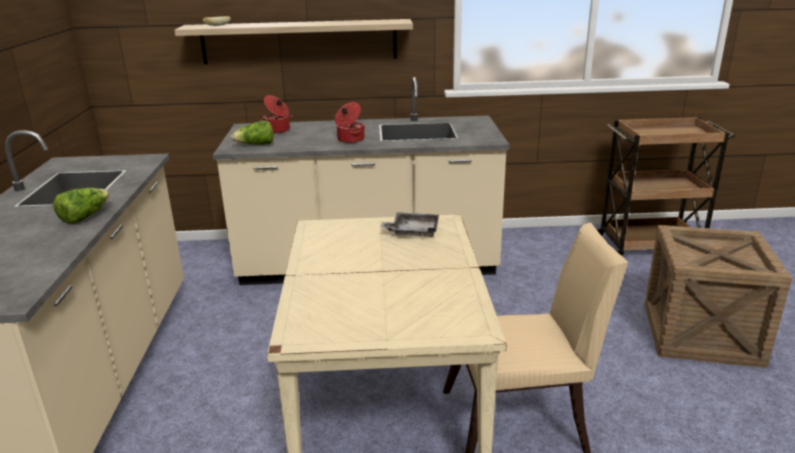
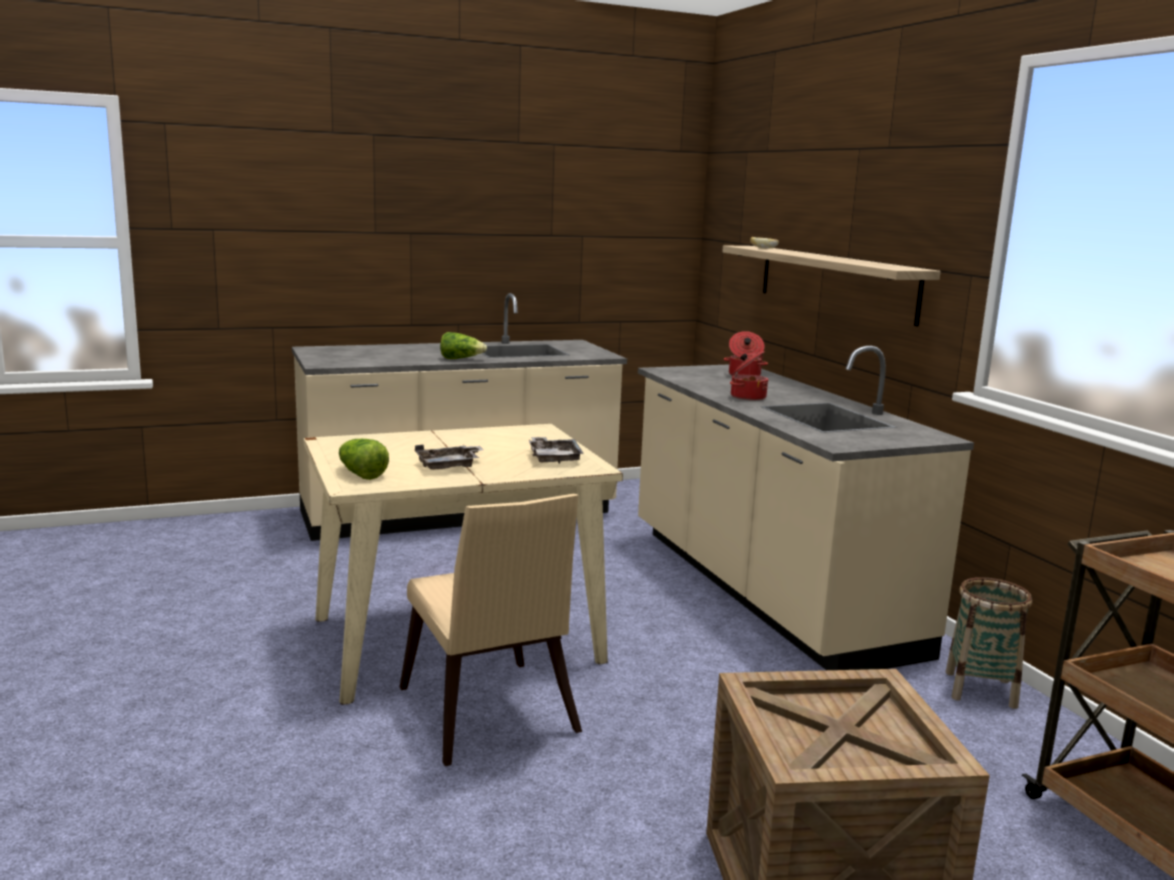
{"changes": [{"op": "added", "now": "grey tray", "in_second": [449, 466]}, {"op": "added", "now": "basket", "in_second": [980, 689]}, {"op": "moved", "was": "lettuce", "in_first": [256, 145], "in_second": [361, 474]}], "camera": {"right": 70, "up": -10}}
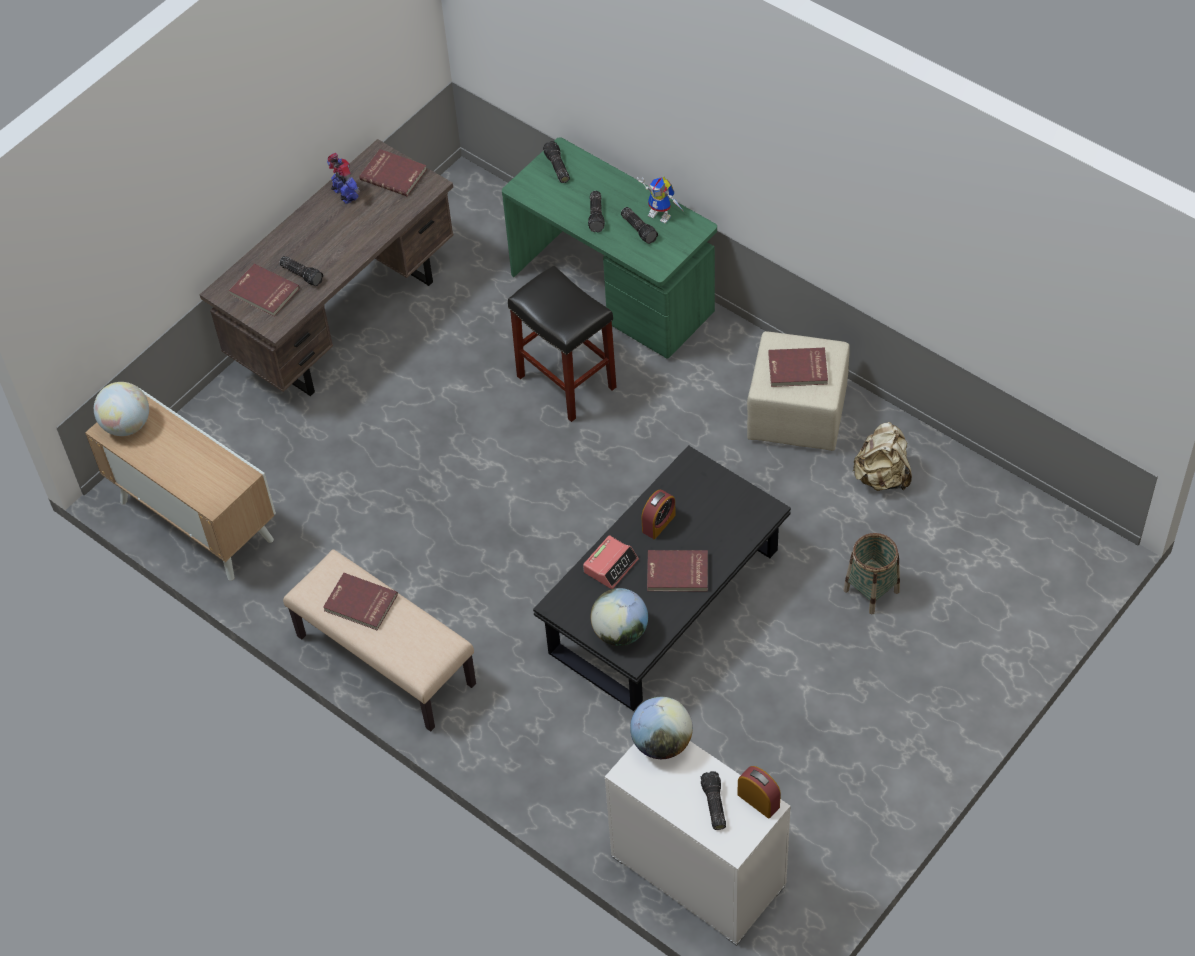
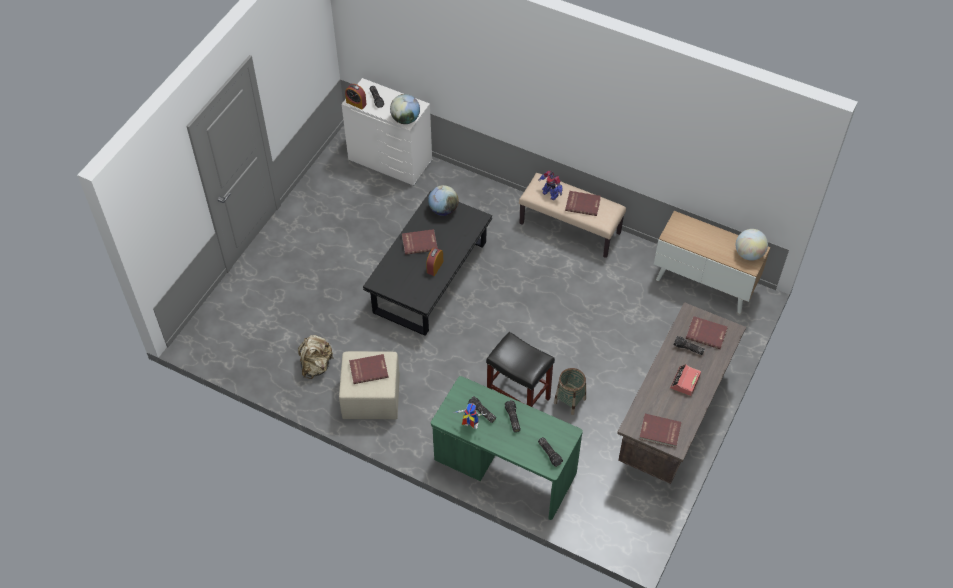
{"changes": [{"op": "moved", "was": "toy robot", "in_first": [345, 194], "in_second": [550, 194]}, {"op": "moved", "was": "alarm clock", "in_first": [611, 566], "in_second": [685, 382]}, {"op": "moved", "was": "basket", "in_first": [871, 591], "in_second": [569, 401]}], "camera": {"right": 165, "up": 0}}
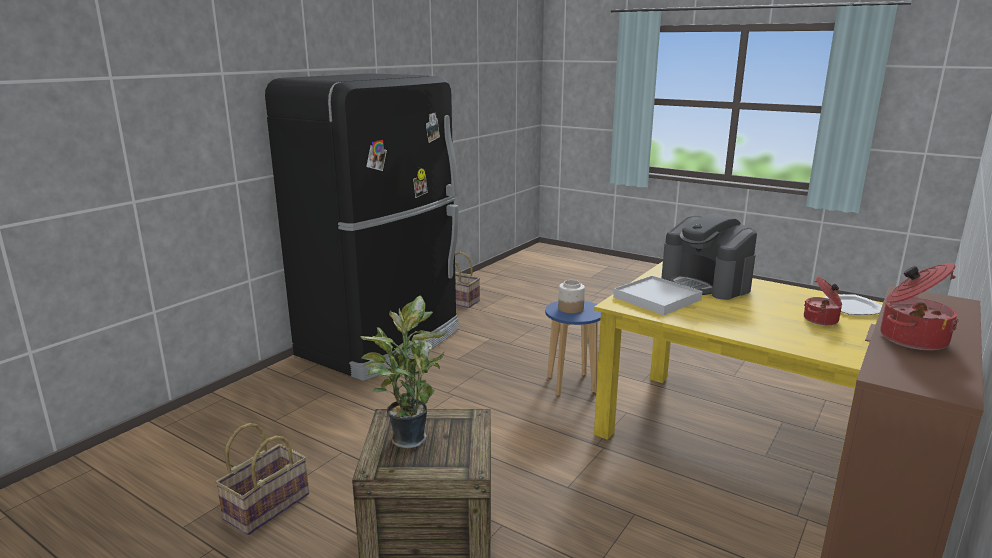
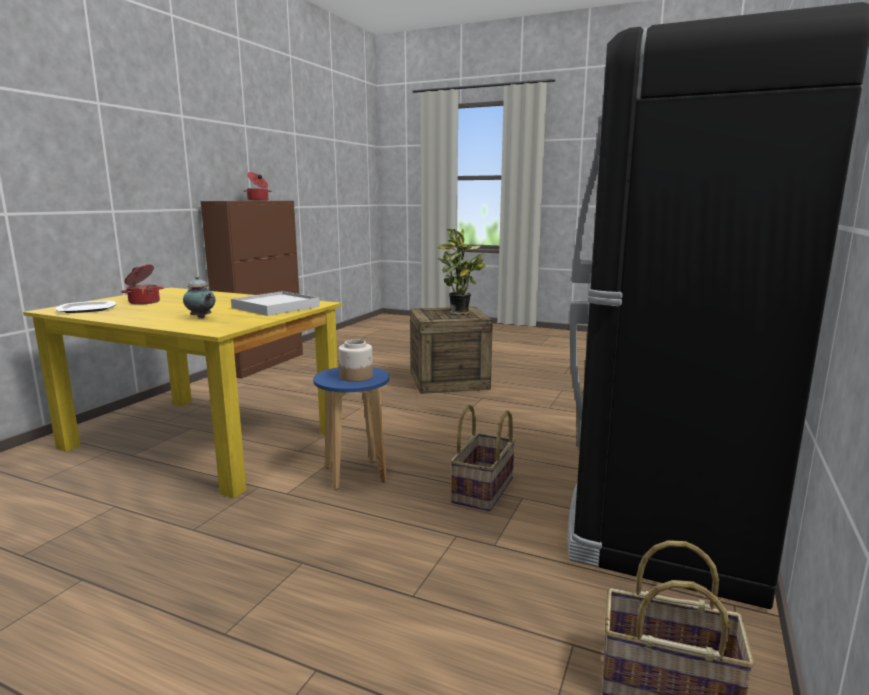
{"changes": [{"op": "moved", "was": "basket", "in_first": [266, 506], "in_second": [484, 490]}, {"op": "replaced", "was": "coffee machine", "now": "teapot", "in_first": [706, 283], "in_second": [201, 318]}], "camera": {"right": 170, "up": -5}}
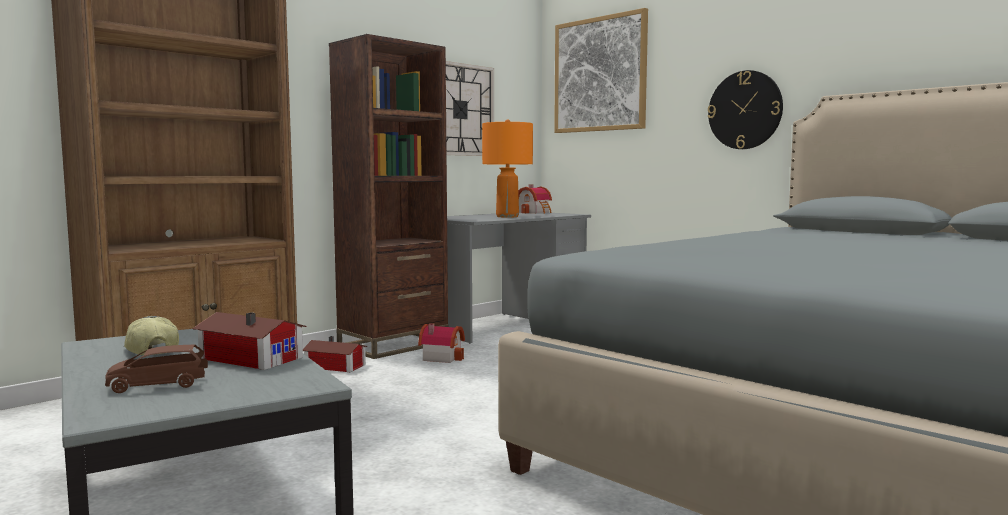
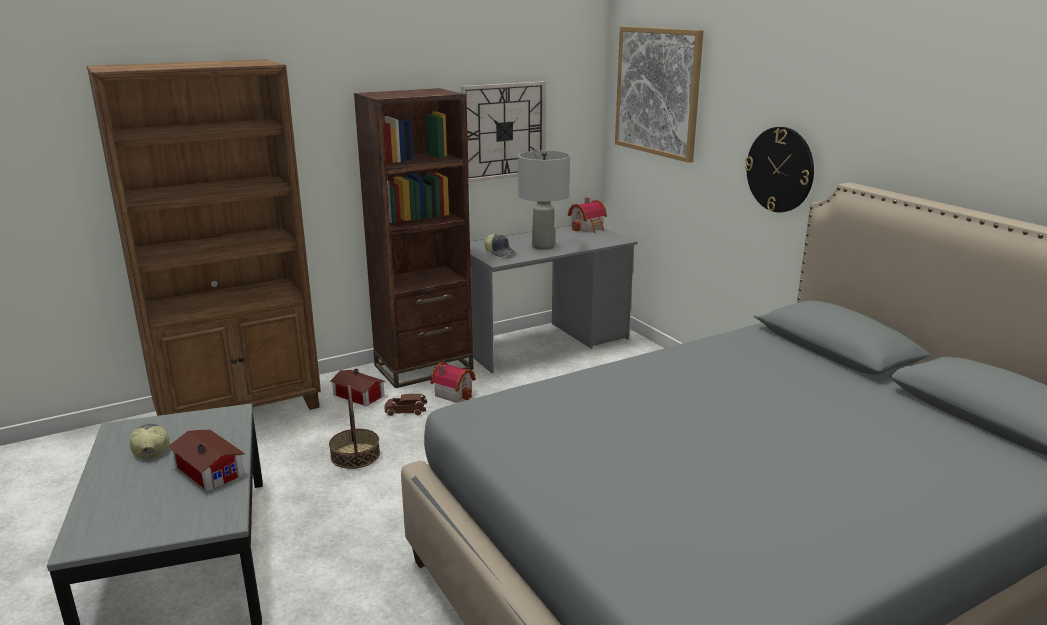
{"changes": [{"op": "added", "now": "basket", "in_second": [355, 455]}, {"op": "added", "now": "cap", "in_second": [500, 252]}, {"op": "moved", "was": "brown toy car", "in_first": [158, 385], "in_second": [405, 411]}, {"op": "recoloured", "was": "orange table lamp", "now": "grey table lamp", "in_first": [507, 216], "in_second": [542, 246]}], "camera": {"right": 15, "up": 15}}
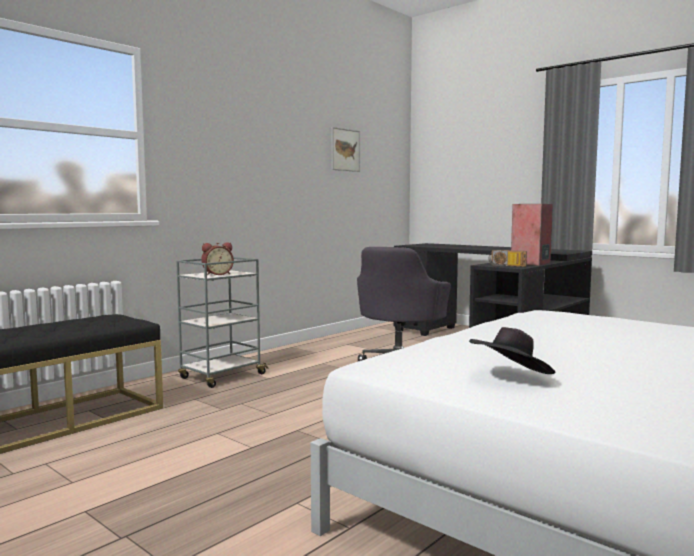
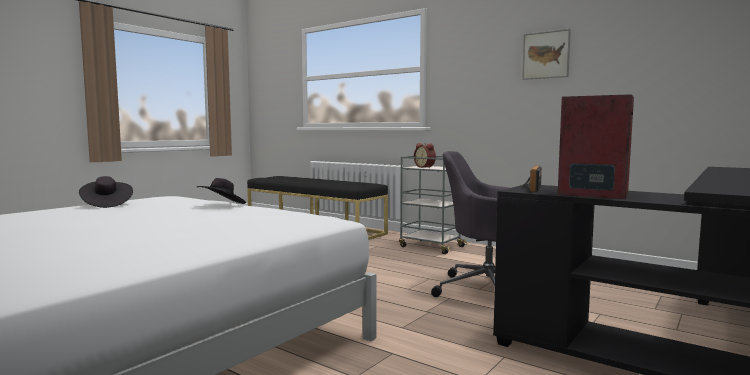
{"changes": [{"op": "added", "now": "black hat", "in_second": [222, 205]}, {"op": "moved", "was": "picture", "in_first": [345, 150], "in_second": [546, 55]}], "camera": {"right": 85, "up": 0}}
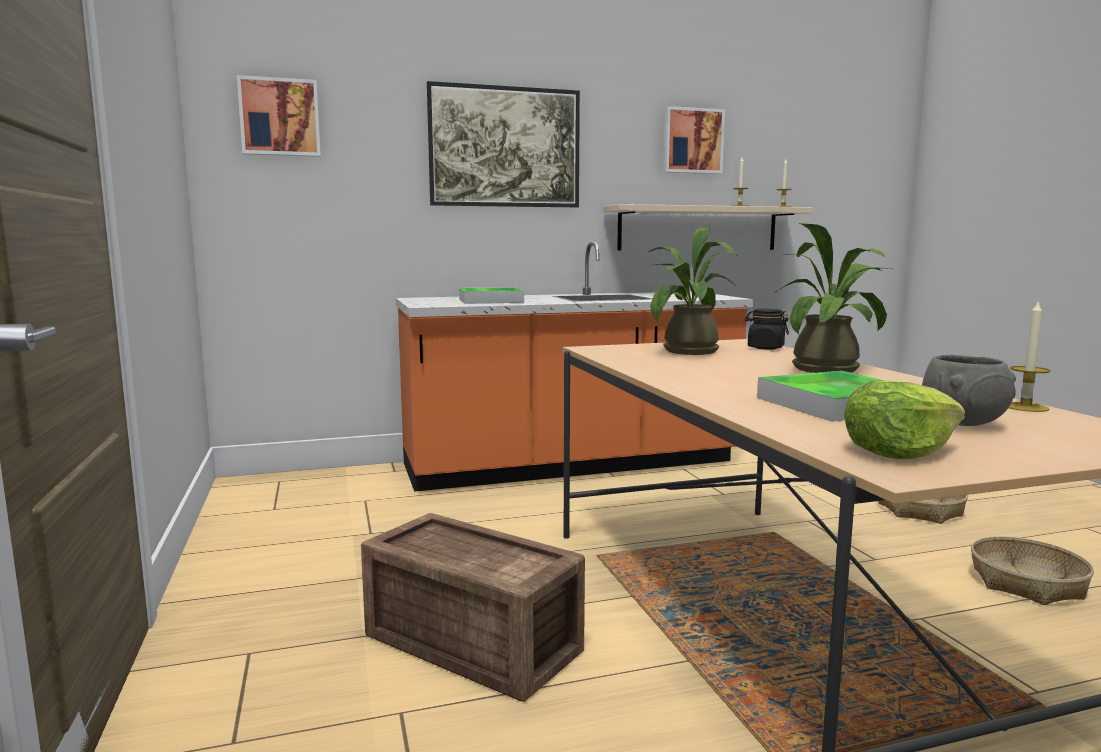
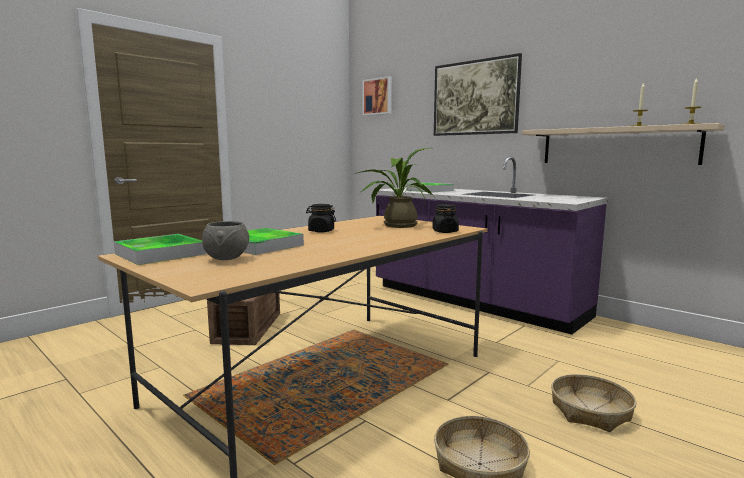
{"changes": [{"op": "removed", "was": "picture", "in_first": [692, 141]}, {"op": "removed", "was": "potted plant", "in_first": [832, 369]}, {"op": "removed", "was": "candle", "in_first": [1025, 407]}, {"op": "added", "now": "black jar", "in_second": [321, 231]}, {"op": "replaced", "was": "lettuce", "now": "tray", "in_first": [898, 451], "in_second": [160, 254]}, {"op": "recoloured", "was": "orange counter", "now": "purple counter", "in_first": [571, 465], "in_second": [474, 301]}], "camera": {"right": 60, "up": 0}}
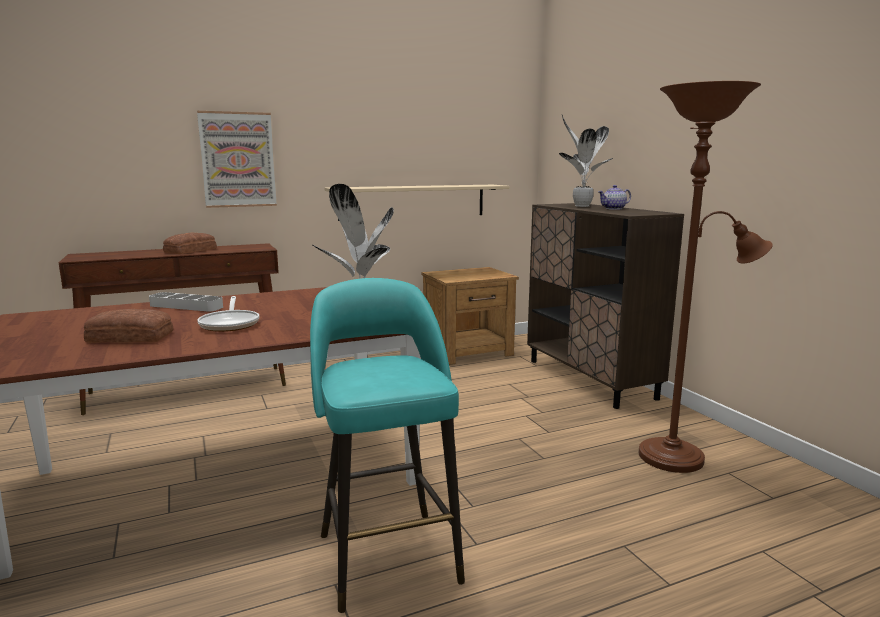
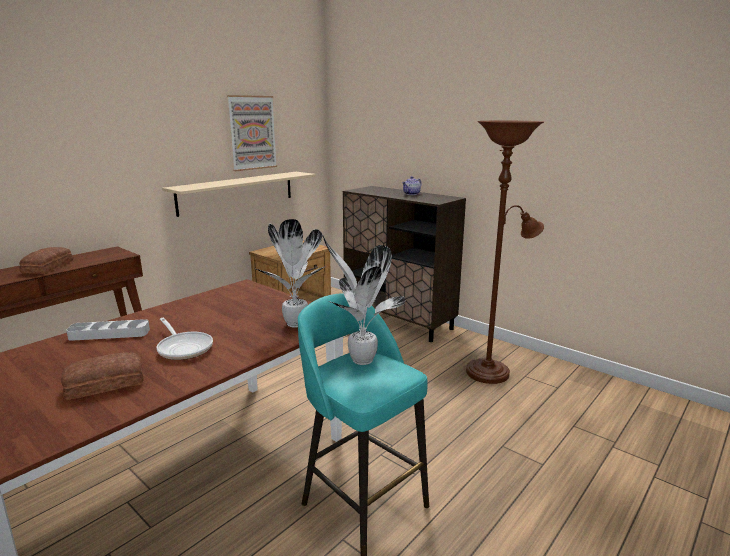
{"changes": [{"op": "moved", "was": "picture", "in_first": [238, 160], "in_second": [252, 133]}, {"op": "moved", "was": "potted plant", "in_first": [580, 206], "in_second": [360, 360]}], "camera": {"right": -25, "up": 5}}
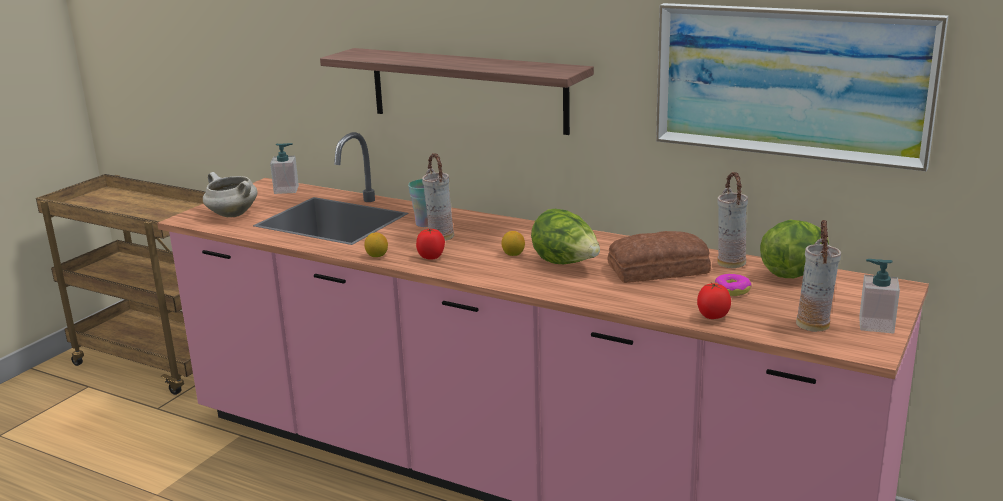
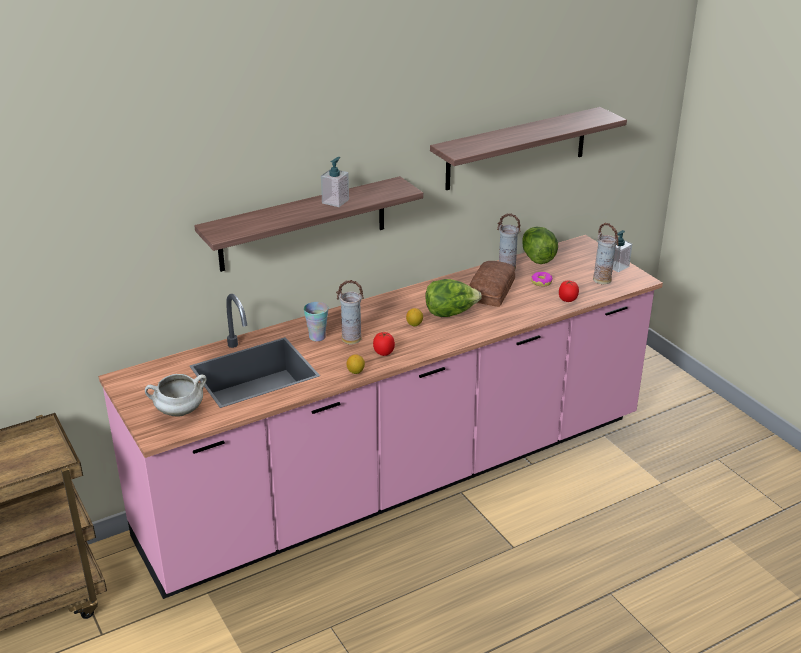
{"changes": [{"op": "moved", "was": "soap dispenser", "in_first": [286, 190], "in_second": [335, 201]}, {"op": "replaced", "was": "picture", "now": "shelf", "in_first": [791, 82], "in_second": [516, 148]}], "camera": {"right": -60, "up": 10}}
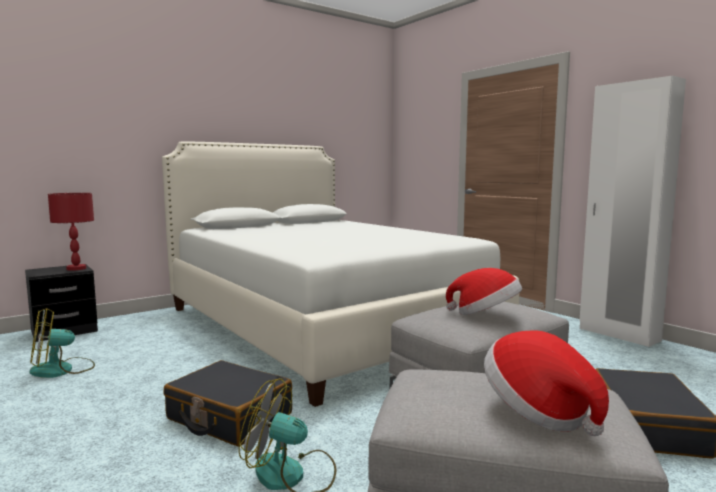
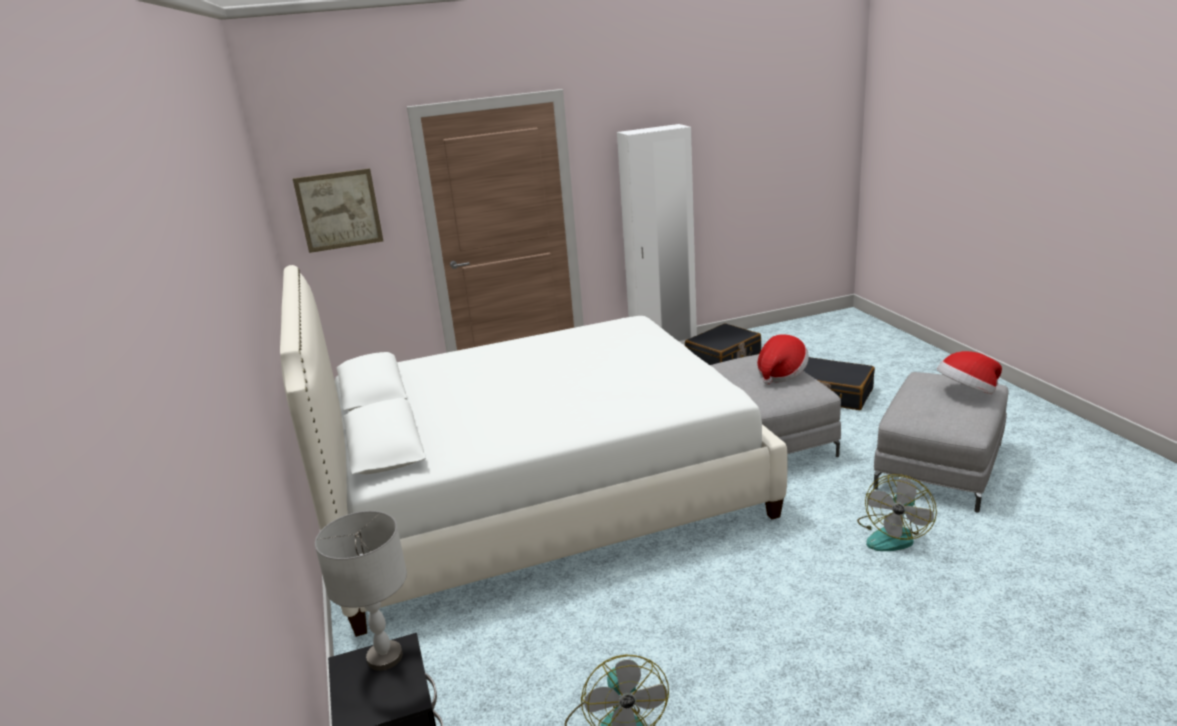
{"changes": [{"op": "added", "now": "picture", "in_second": [339, 210]}, {"op": "moved", "was": "black suitcase", "in_first": [229, 416], "in_second": [723, 357]}, {"op": "recoloured", "was": "red table lamp", "now": "grey table lamp", "in_first": [76, 268], "in_second": [385, 658]}], "camera": {"right": -70, "up": 15}}
